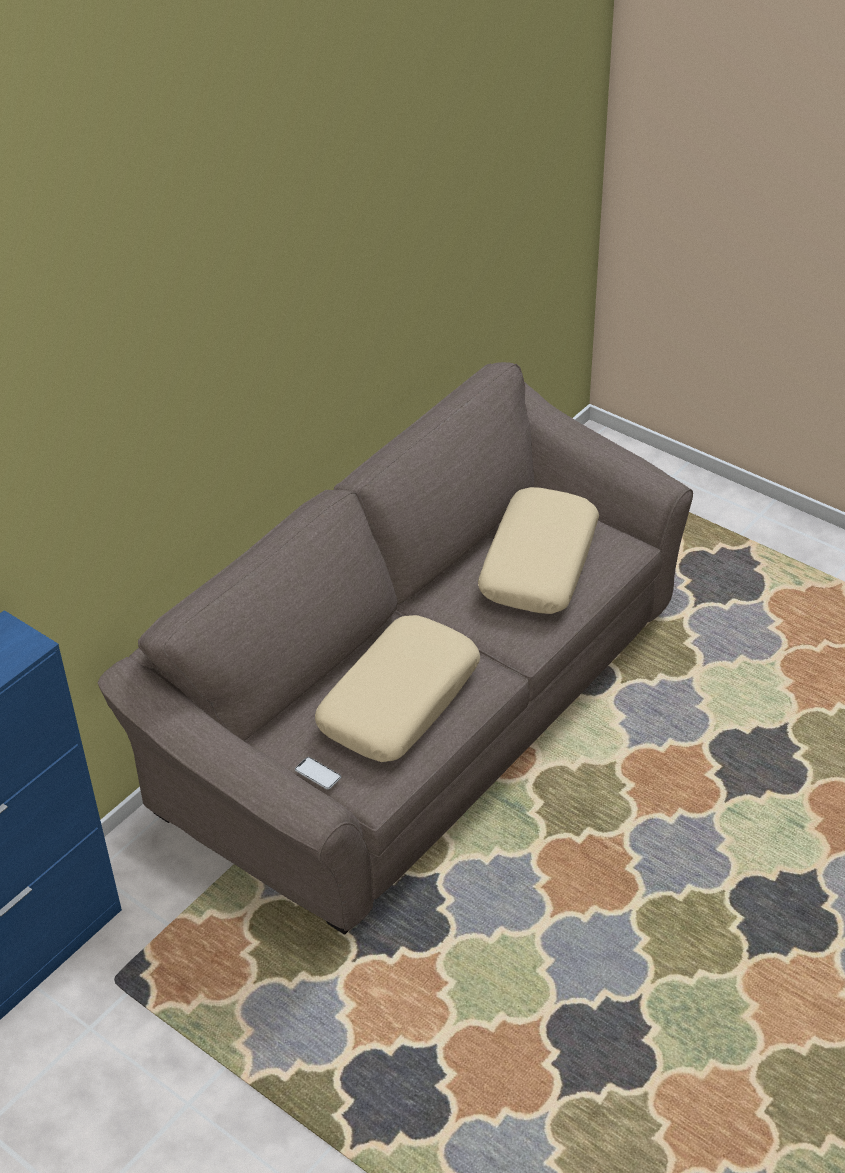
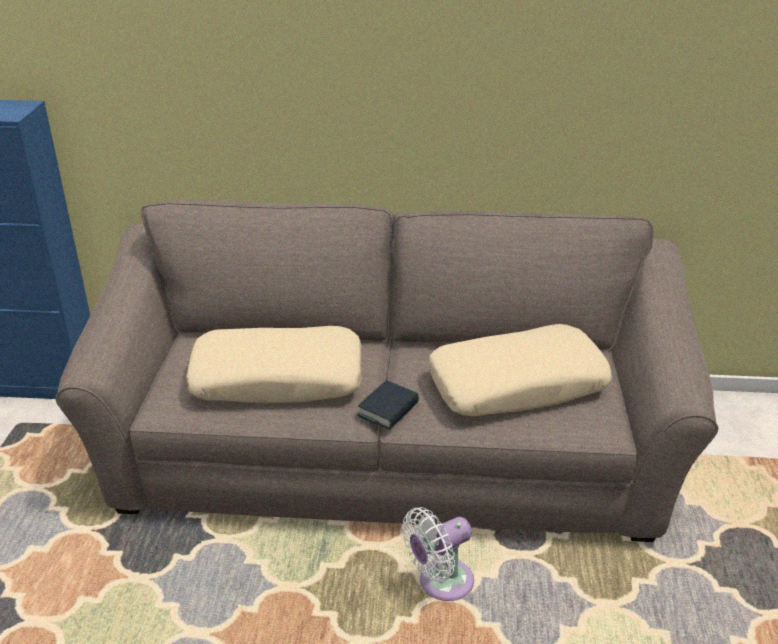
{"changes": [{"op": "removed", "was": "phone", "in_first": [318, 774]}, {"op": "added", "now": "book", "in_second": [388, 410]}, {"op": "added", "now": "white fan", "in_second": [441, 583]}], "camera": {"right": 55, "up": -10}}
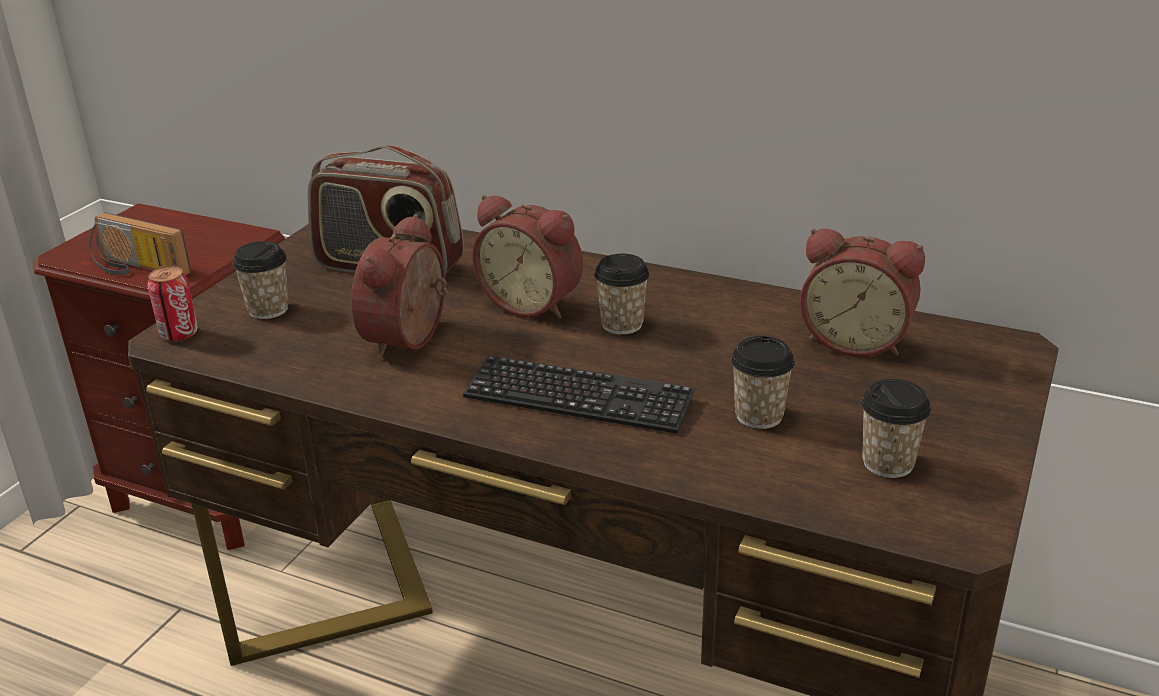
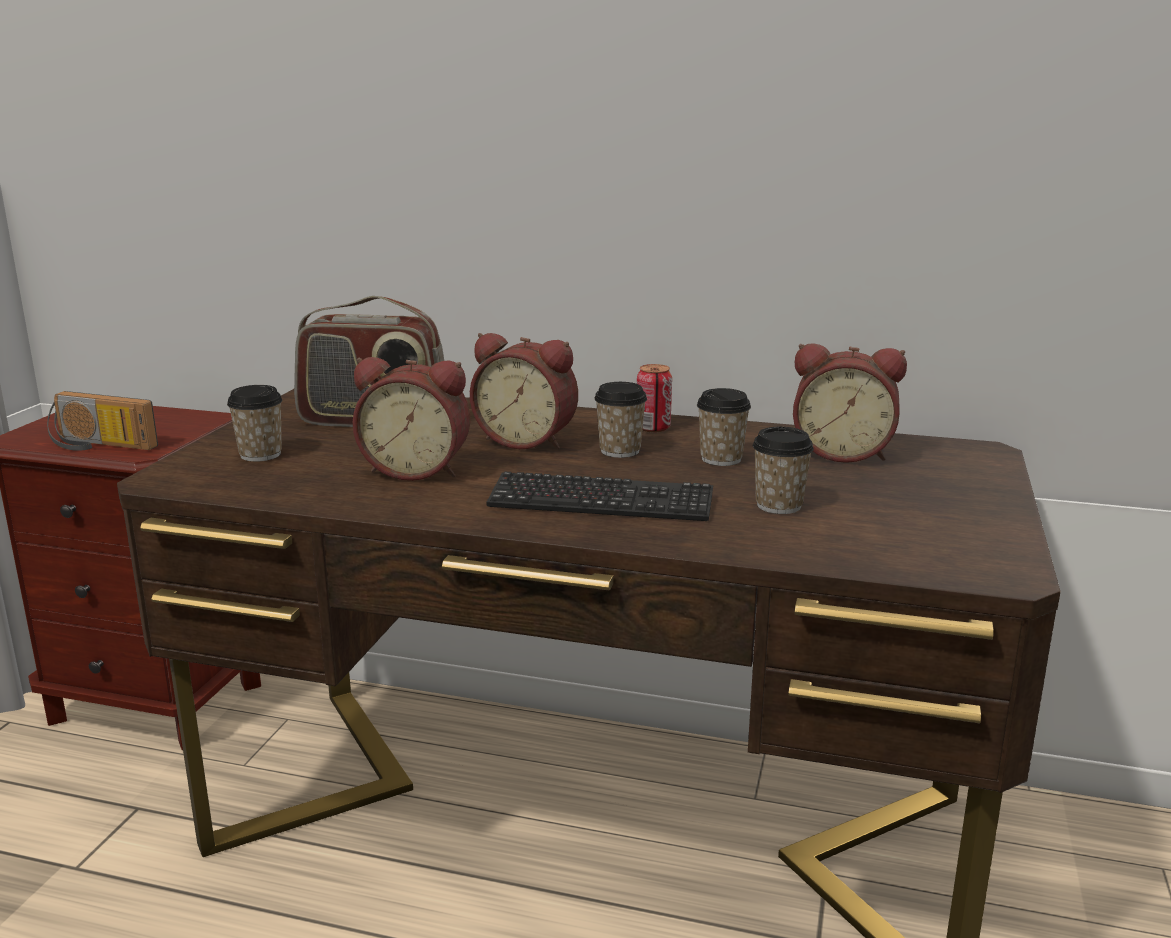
{"changes": [{"op": "moved", "was": "can", "in_first": [179, 334], "in_second": [653, 428]}, {"op": "moved", "was": "cup", "in_first": [888, 463], "in_second": [721, 459]}, {"op": "turned", "was": "alarm clock", "in_first": [411, 340], "in_second": [417, 470], "clockwise": -90}], "camera": {"right": -10, "up": -10}}
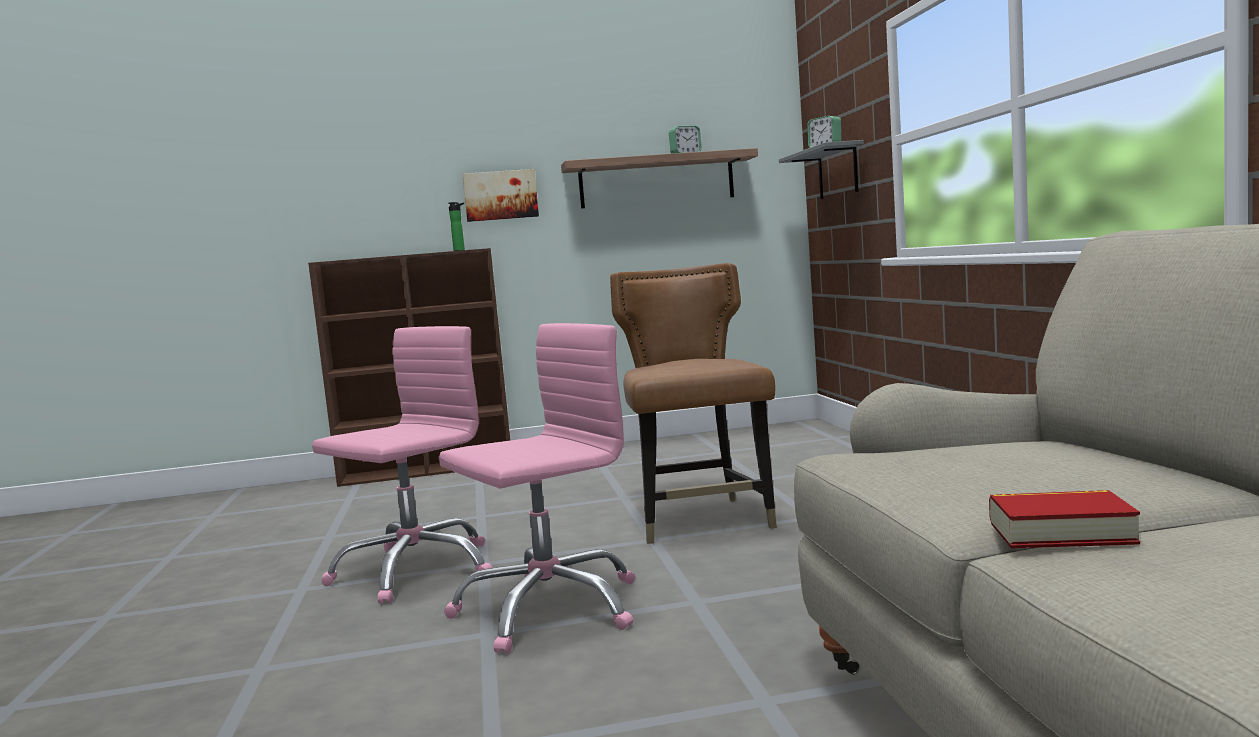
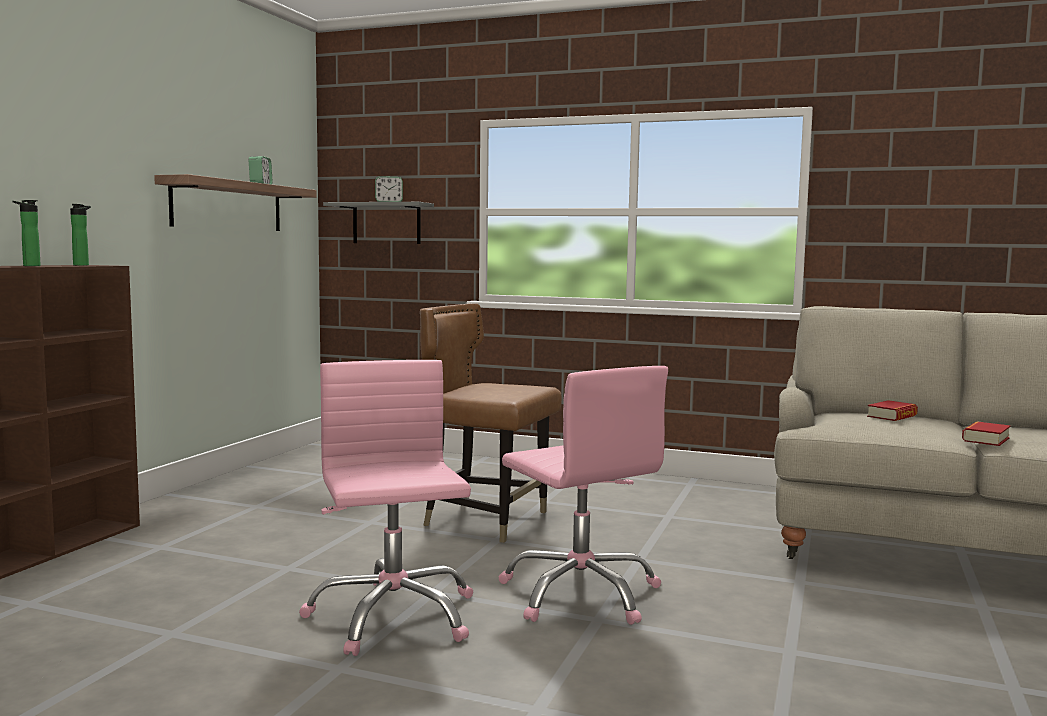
{"changes": [{"op": "removed", "was": "picture", "in_first": [500, 195]}, {"op": "added", "now": "bottle", "in_second": [28, 266]}, {"op": "added", "now": "book", "in_second": [892, 416]}, {"op": "turned", "was": "pink office chair", "in_first": [548, 608], "in_second": [581, 594], "clockwise": 150}], "camera": {"right": -60, "up": 0}}
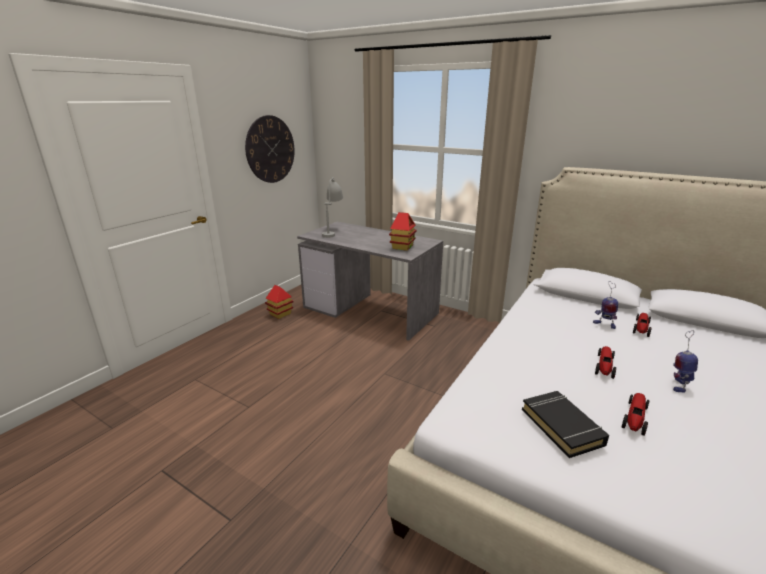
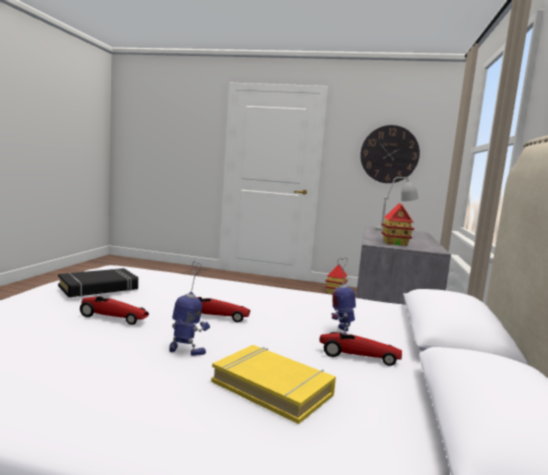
{"changes": [{"op": "added", "now": "yellow book", "in_second": [273, 388]}], "camera": {"right": 70, "up": -15}}
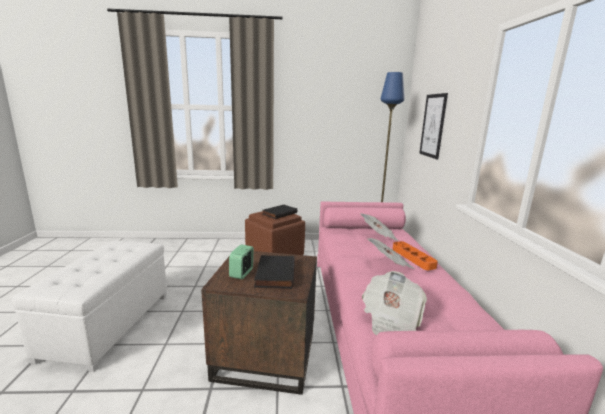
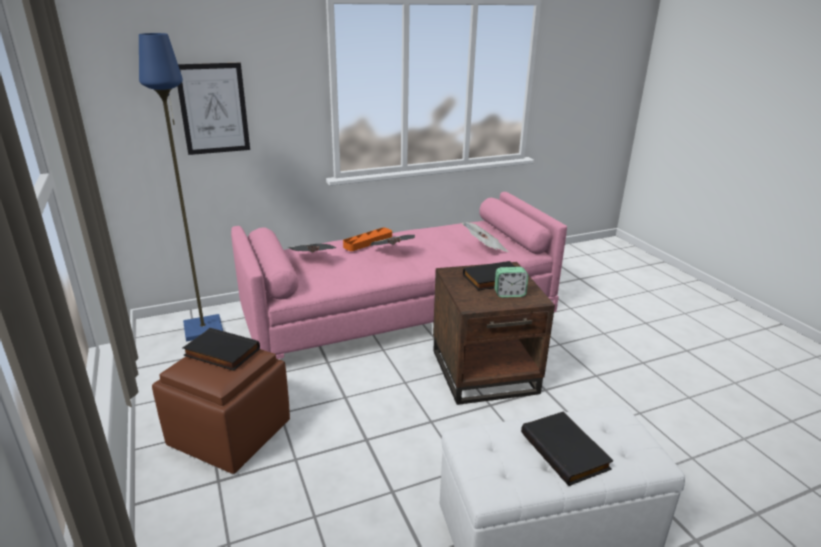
{"changes": [{"op": "added", "now": "black book", "in_second": [566, 451]}], "camera": {"right": -110, "up": 10}}
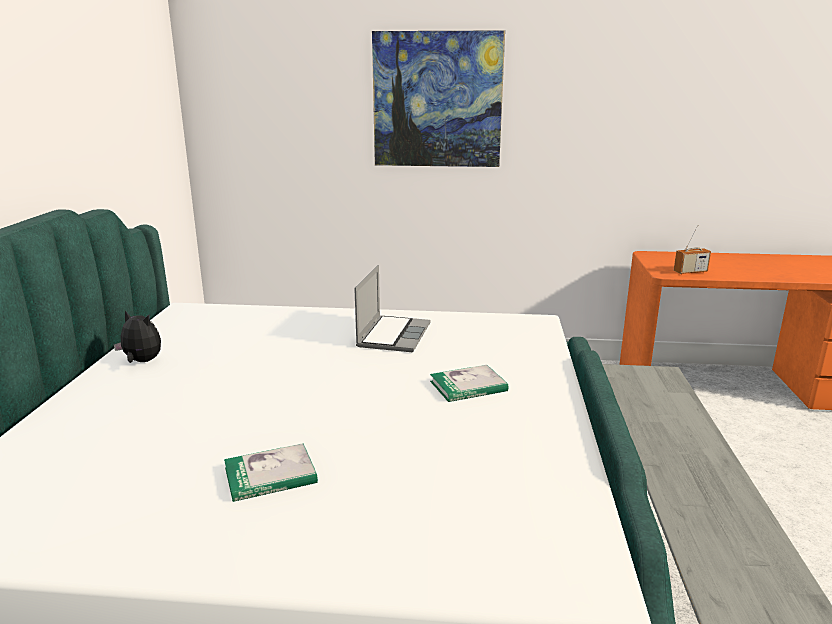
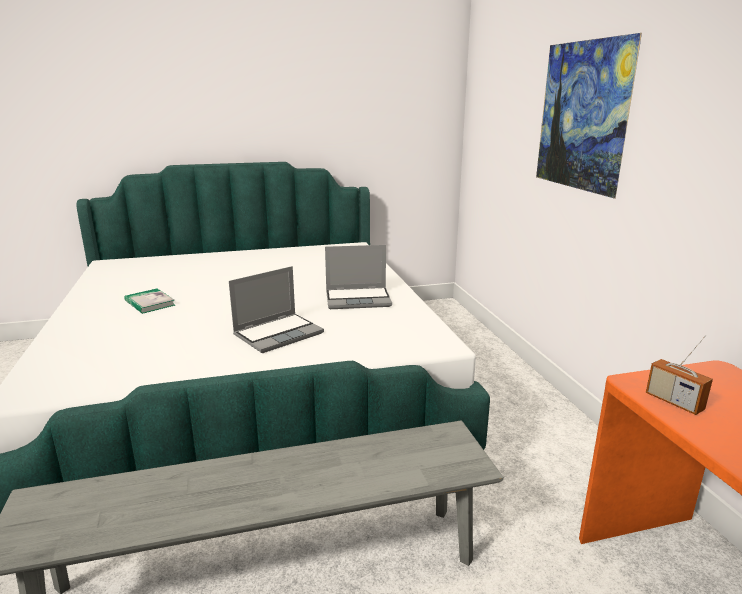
{"changes": [{"op": "removed", "was": "plush toy", "in_first": [141, 361]}, {"op": "replaced", "was": "book", "now": "laptop", "in_first": [468, 386], "in_second": [279, 334]}], "camera": {"right": 70, "up": 0}}
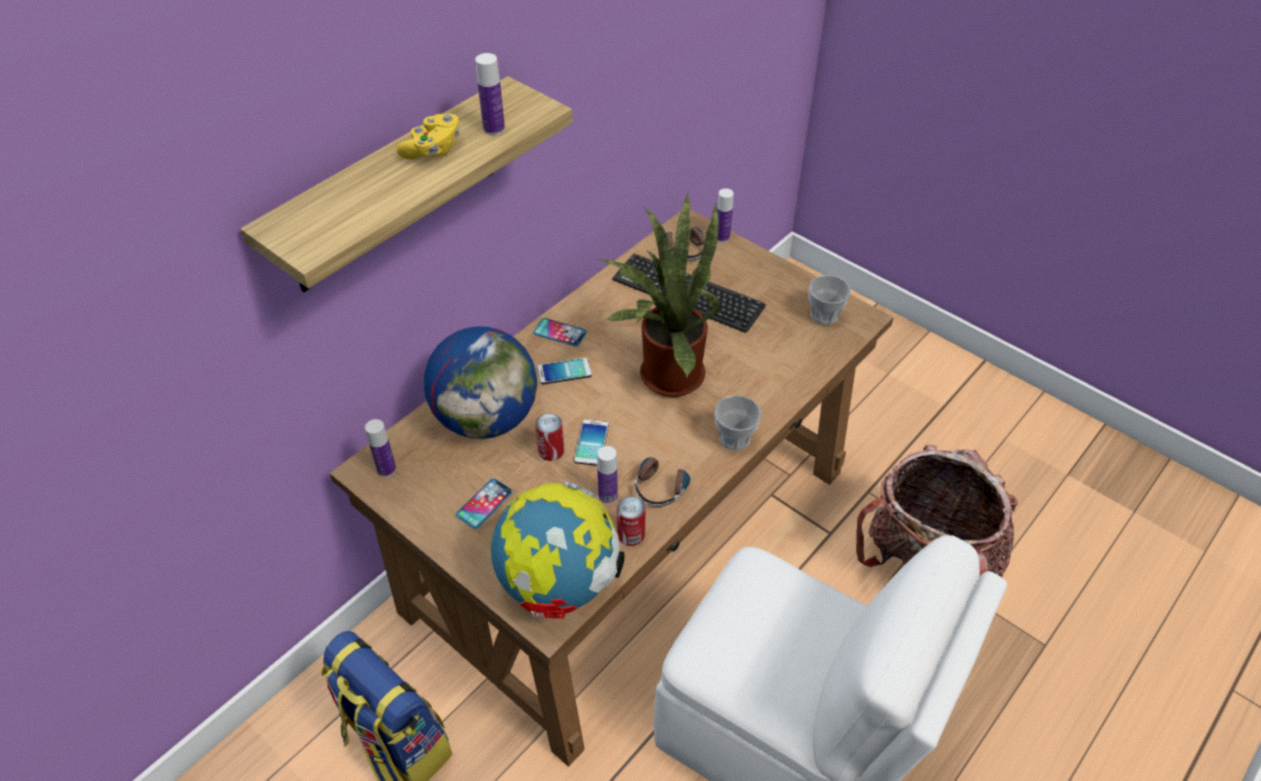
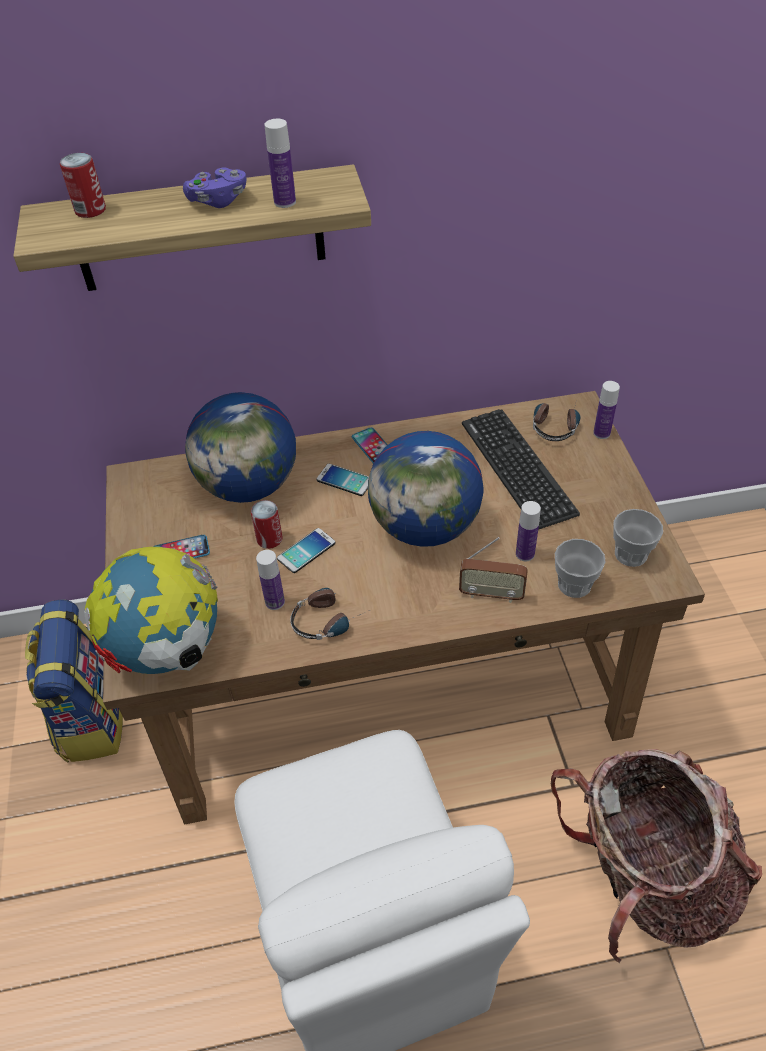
{"changes": [{"op": "added", "now": "radio", "in_second": [491, 594]}, {"op": "moved", "was": "bottle", "in_first": [386, 469], "in_second": [525, 554]}, {"op": "moved", "was": "can", "in_first": [631, 534], "in_second": [90, 210]}, {"op": "moved", "was": "cup", "in_first": [734, 438], "in_second": [574, 584]}, {"op": "replaced", "was": "potted plant", "now": "globe", "in_first": [665, 373], "in_second": [425, 527]}, {"op": "recoloured", "was": "yellow game controller", "now": "purple game controller", "in_first": [433, 149], "in_second": [218, 200]}], "camera": {"right": 40, "up": 0}}
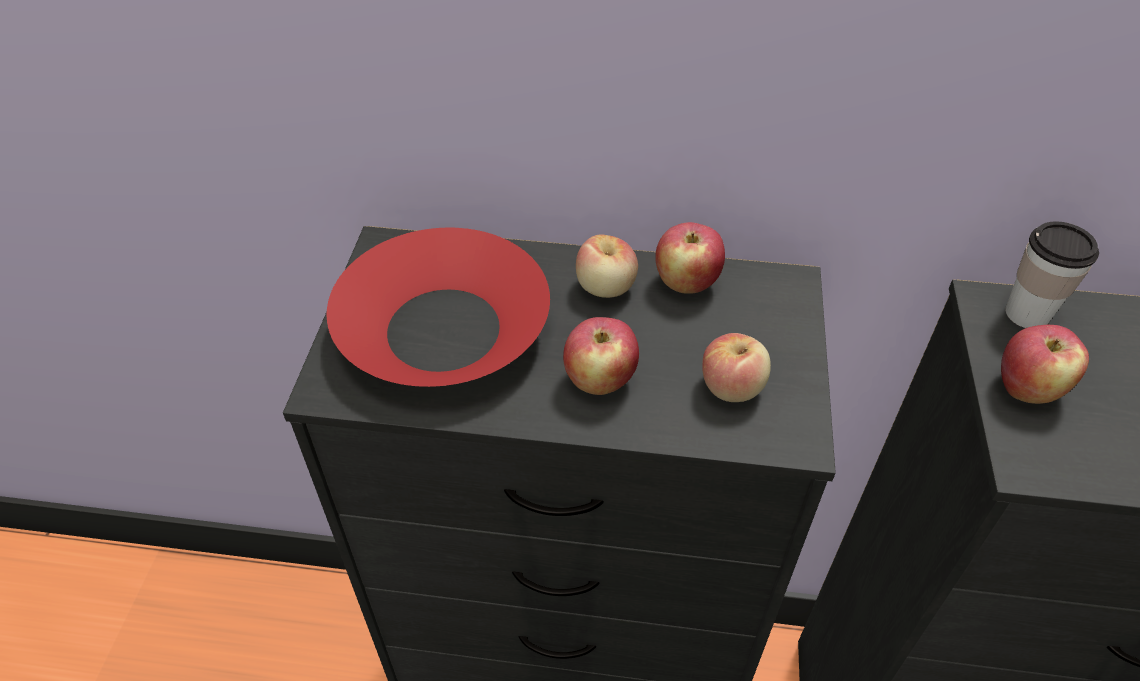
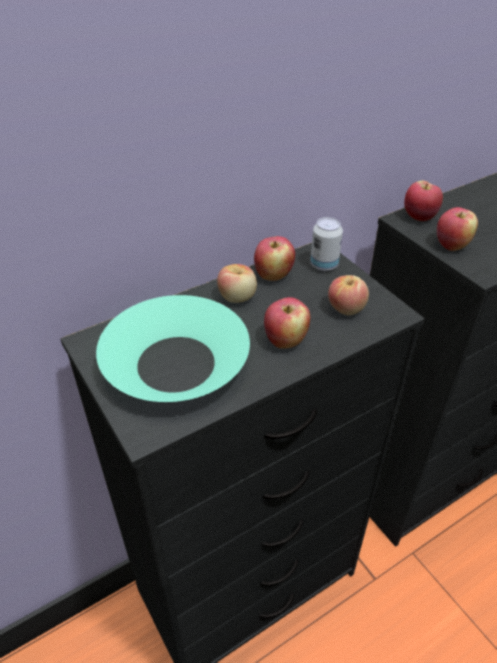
{"changes": [{"op": "added", "now": "can", "in_second": [324, 265]}, {"op": "replaced", "was": "cup", "now": "apple", "in_first": [1027, 314], "in_second": [419, 217]}, {"op": "recoloured", "was": "red bowl", "now": "turquoise bowl", "in_first": [444, 328], "in_second": [175, 362]}], "camera": {"right": -40, "up": -5}}
